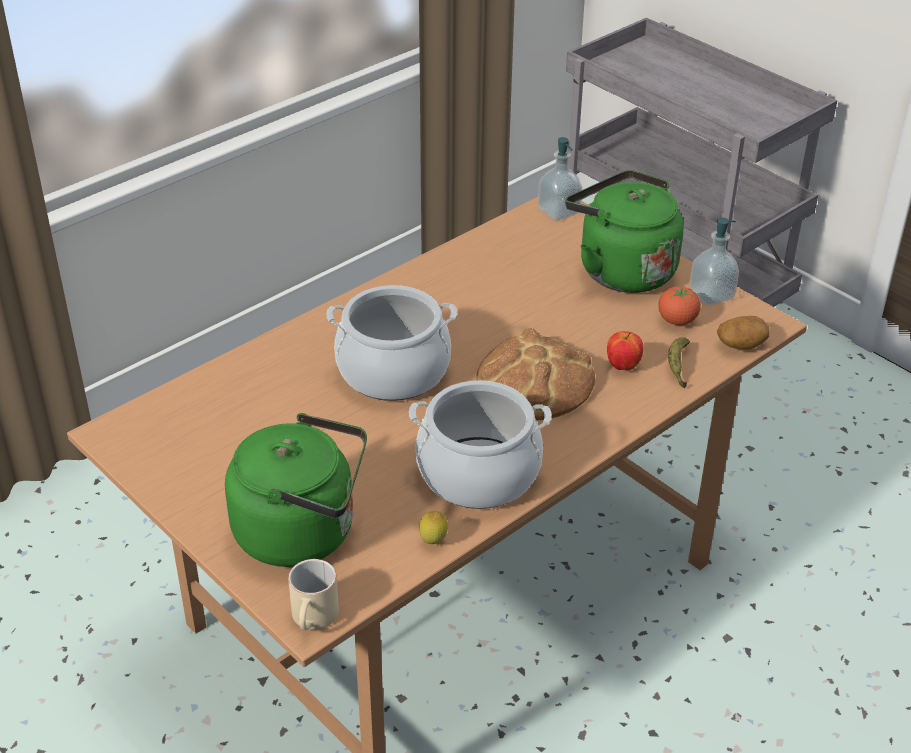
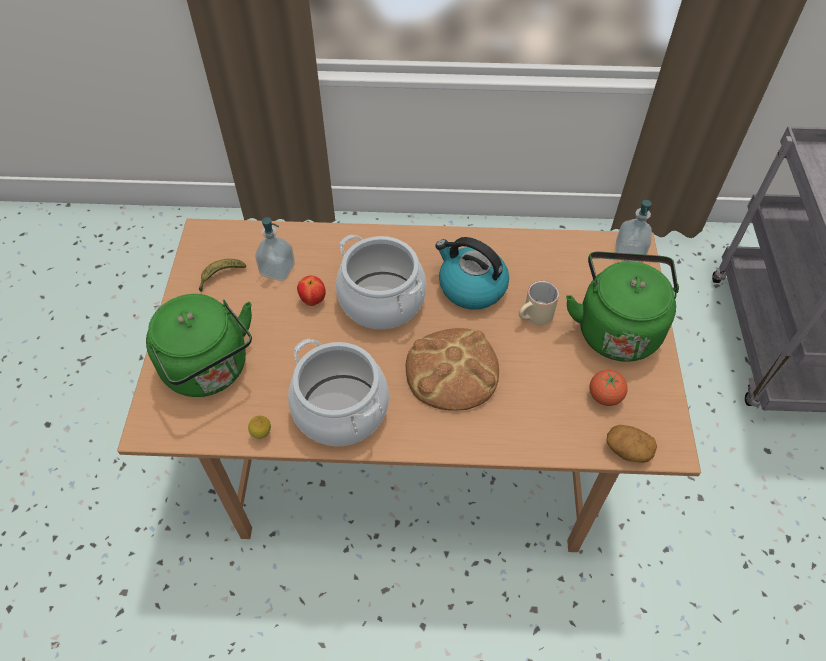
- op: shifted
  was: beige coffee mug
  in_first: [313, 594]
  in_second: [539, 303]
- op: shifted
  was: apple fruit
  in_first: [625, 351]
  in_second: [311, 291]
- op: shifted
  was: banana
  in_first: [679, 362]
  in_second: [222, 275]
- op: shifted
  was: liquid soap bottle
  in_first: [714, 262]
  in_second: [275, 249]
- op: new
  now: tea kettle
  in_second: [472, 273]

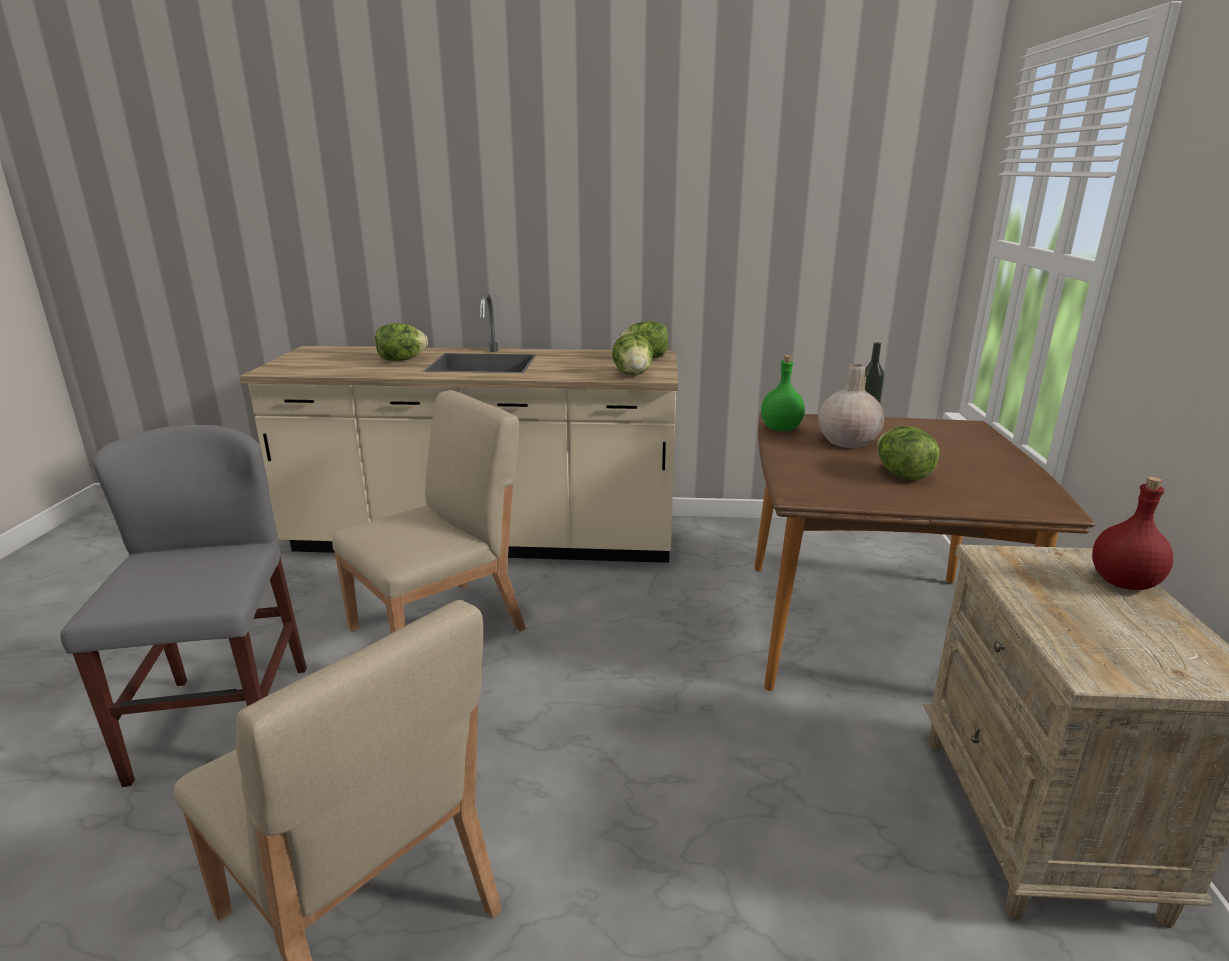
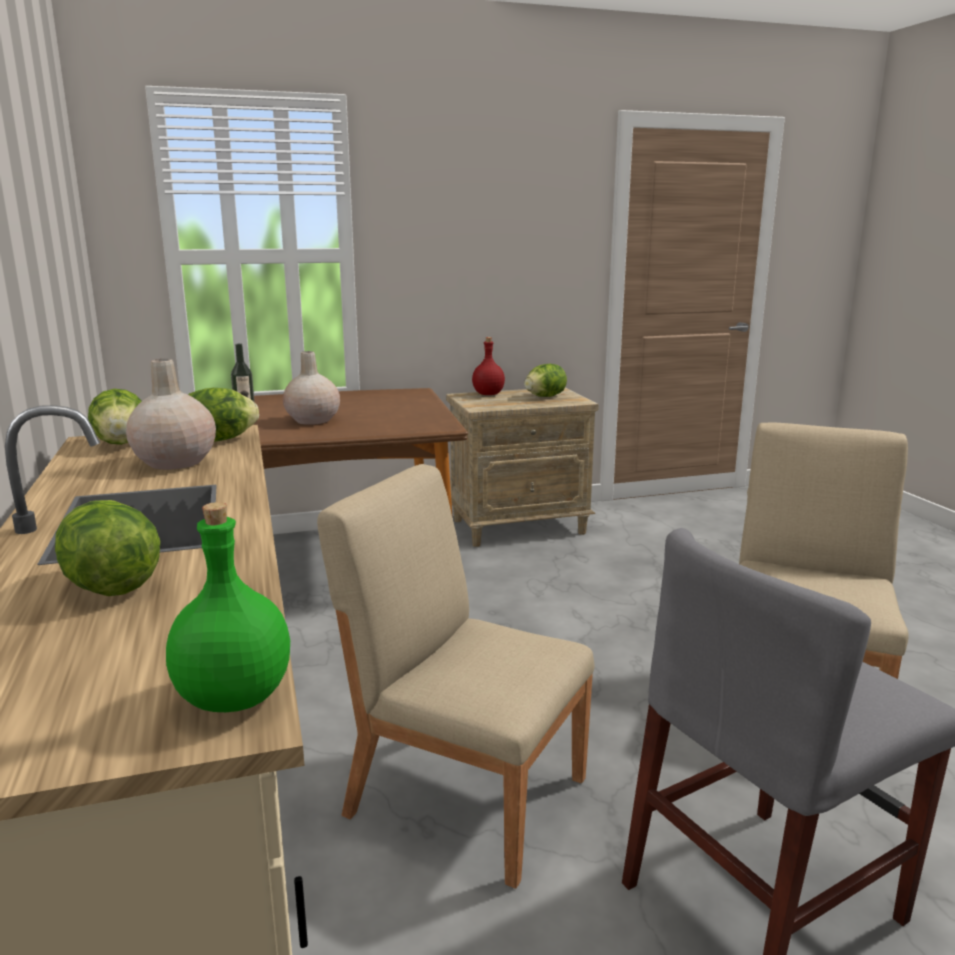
- op: shifted
  was: green beverage bottle
  in_first: [783, 393]
  in_second: [228, 607]
- op: shifted
  was: head of lettuce
  in_first: [908, 453]
  in_second: [545, 380]
- op: new
  now: beige flower vase
  in_second: [171, 414]

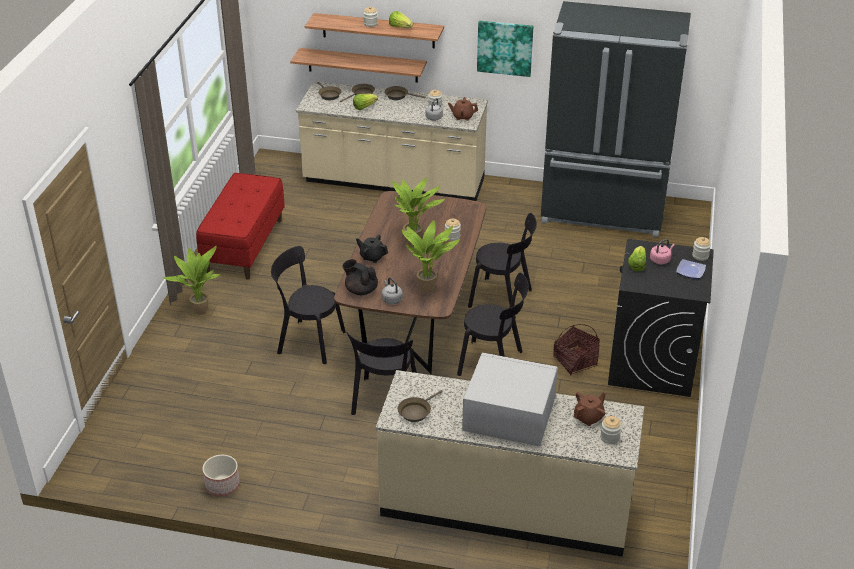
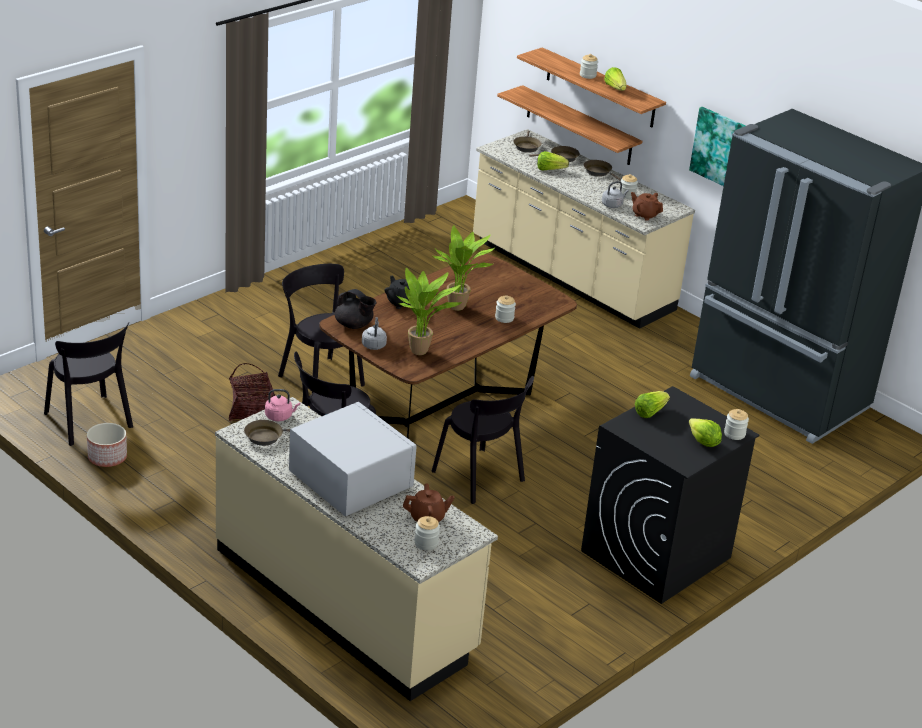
- op: gone
  was: plant in a pot
  in_first: [192, 280]
- op: gone
  was: reddish bench
  in_first: [240, 226]
- op: rotated
  was: blackish teapot
  in_first: [360, 277]
  in_second: [355, 309]
  clockwise: 150
- op: shifted
  was: blackish upright chair
  in_first: [502, 266]
  in_second: [88, 384]
- op: shifted
  was: storage basket
  in_first: [576, 350]
  in_second: [252, 392]
- op: shifted
  was: pink-coloured tea kettle
  in_first: [662, 251]
  in_second: [282, 405]
- op: swapped
  was: dinner plate
  now: head of lettuce
  in_first: [691, 269]
  in_second: [705, 432]

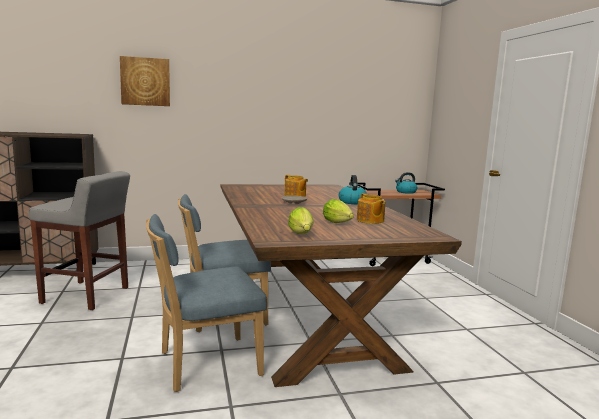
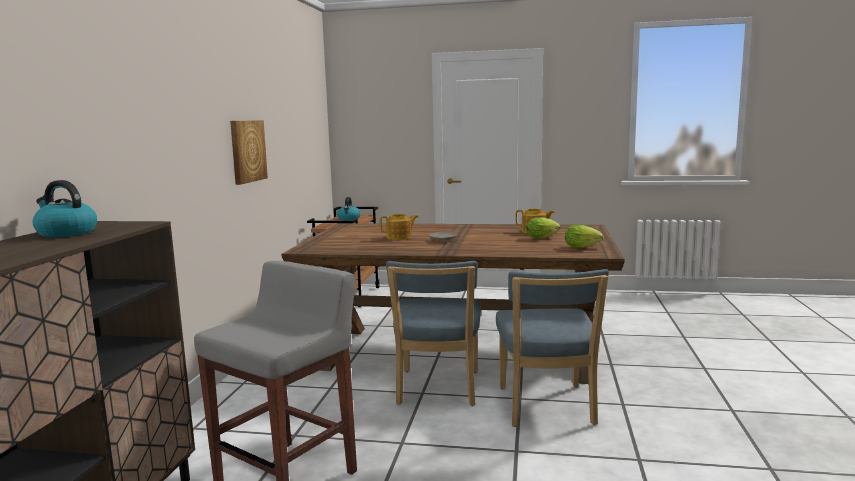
- op: shifted
  was: wall art
  in_first: [145, 81]
  in_second: [249, 152]
- op: shifted
  was: tea kettle
  in_first: [353, 189]
  in_second: [64, 208]

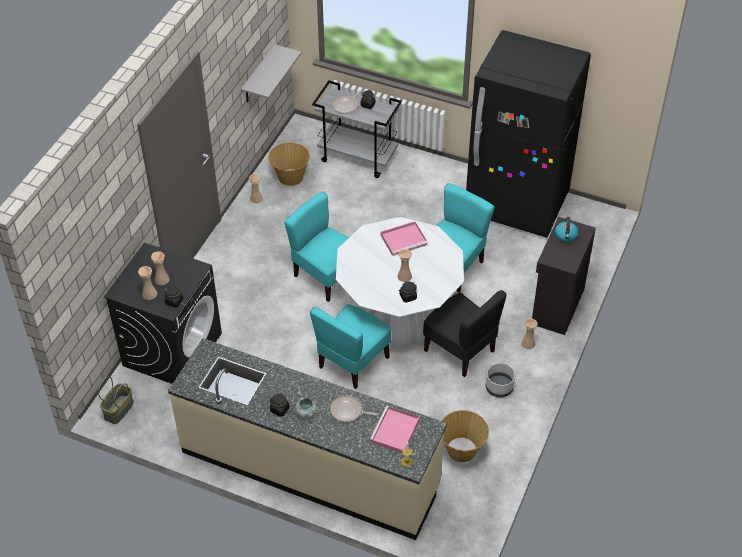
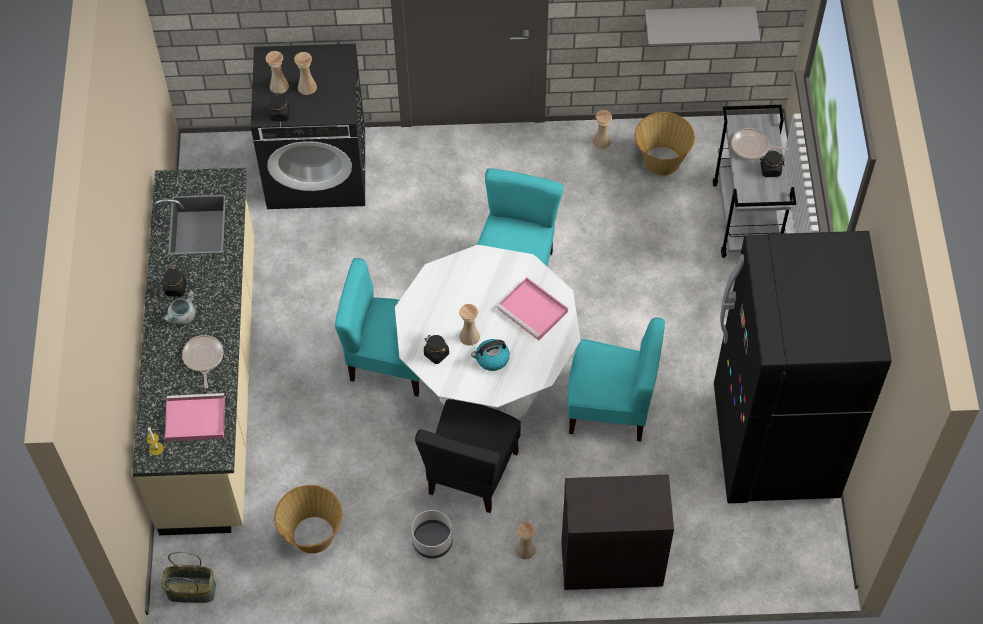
- op: shifted
  was: storage basket
  in_first: [116, 400]
  in_second: [188, 577]
- op: shifted
  was: tea kettle
  in_first: [567, 229]
  in_second: [490, 355]

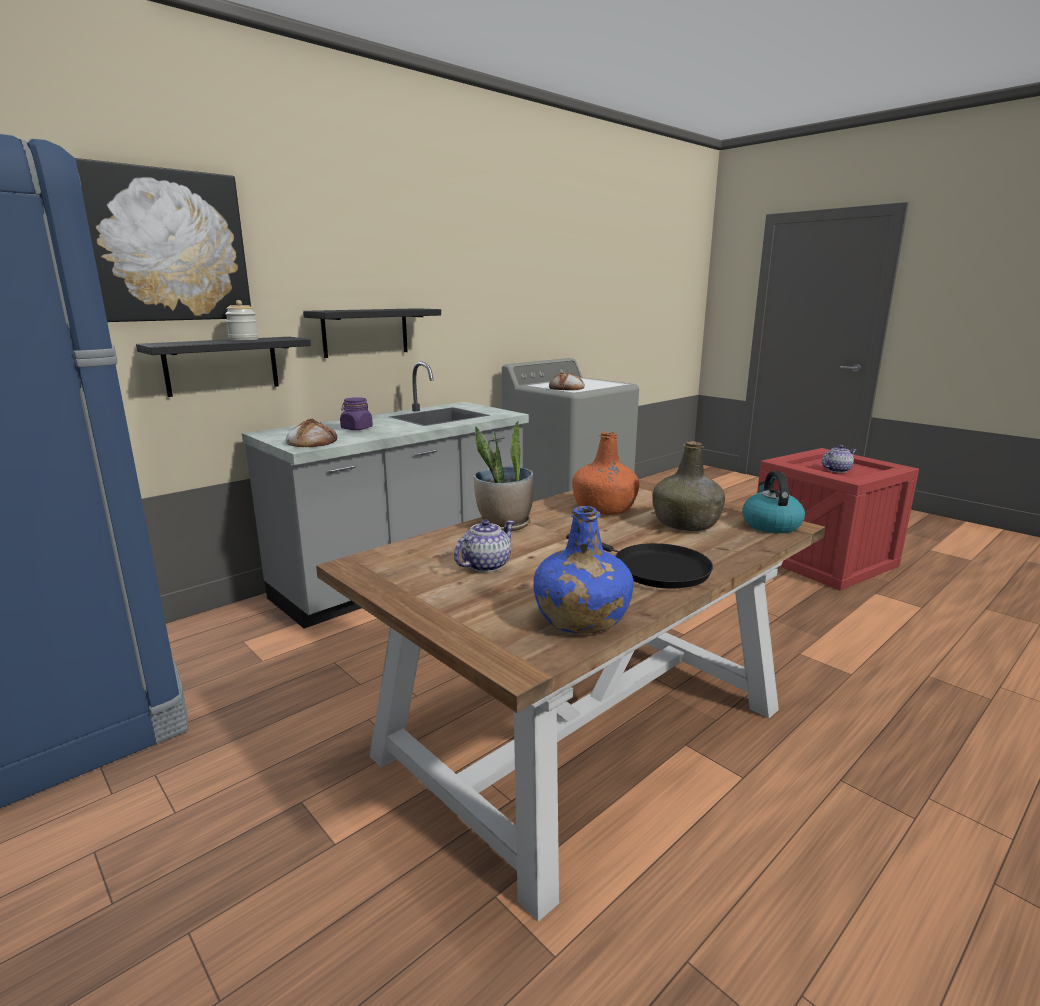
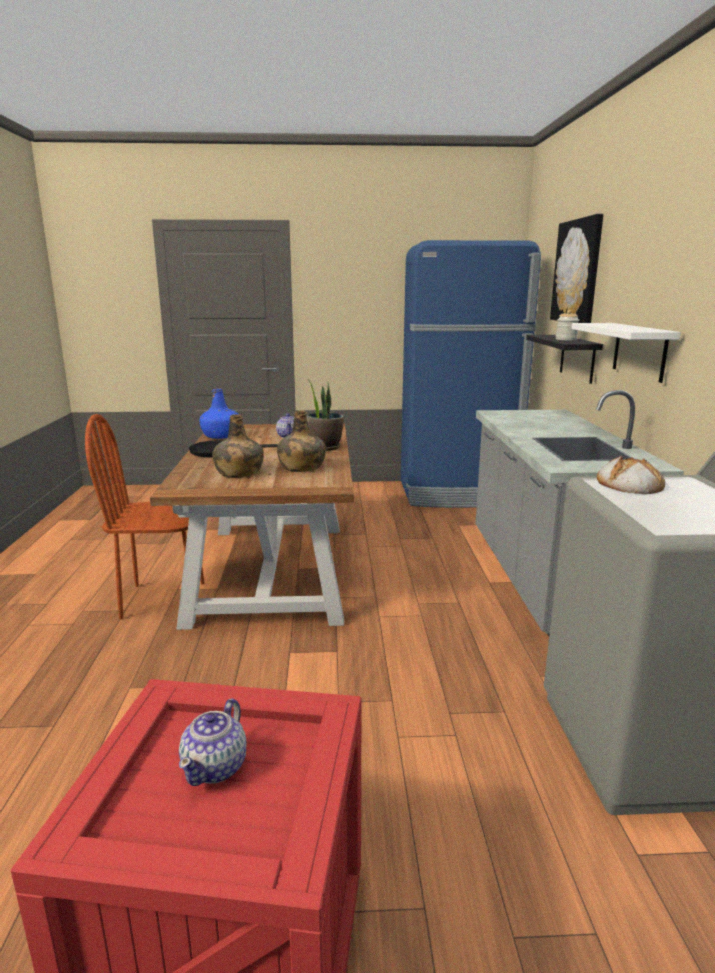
- op: gone
  was: bakery bread
  in_first: [311, 433]
- op: repainted
  was: blackish bracket shelf
  now: white-coloured bracket shelf
  in_first: [372, 333]
  in_second: [626, 353]
- op: gone
  was: purple-coloured preserve jar
  in_first: [356, 413]
- op: repainted
  was: orange beverage bottle
  now: green beverage bottle
  in_first: [605, 473]
  in_second: [301, 441]
- op: gone
  was: tea kettle
  in_first: [773, 502]
- op: new
  now: brown upright chair
  in_second: [145, 517]

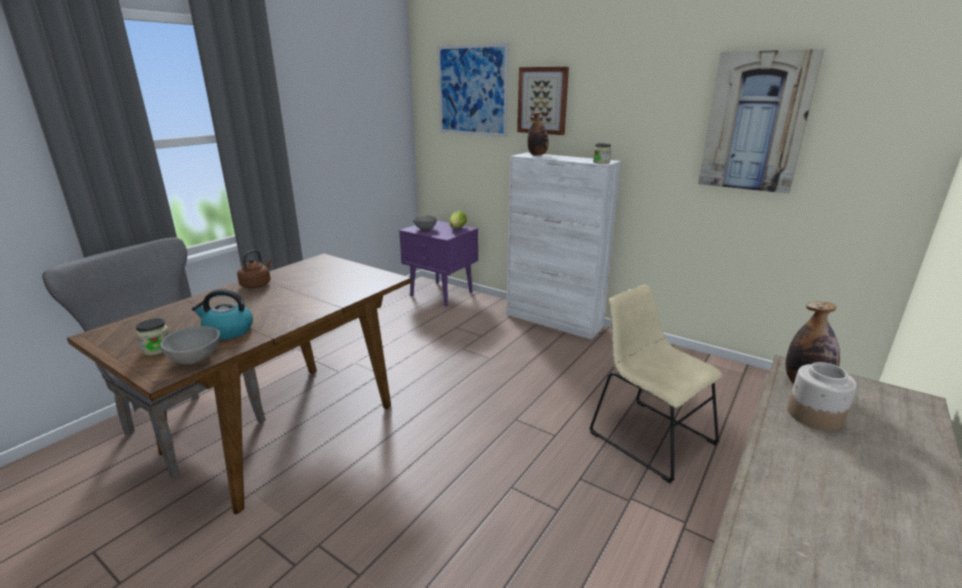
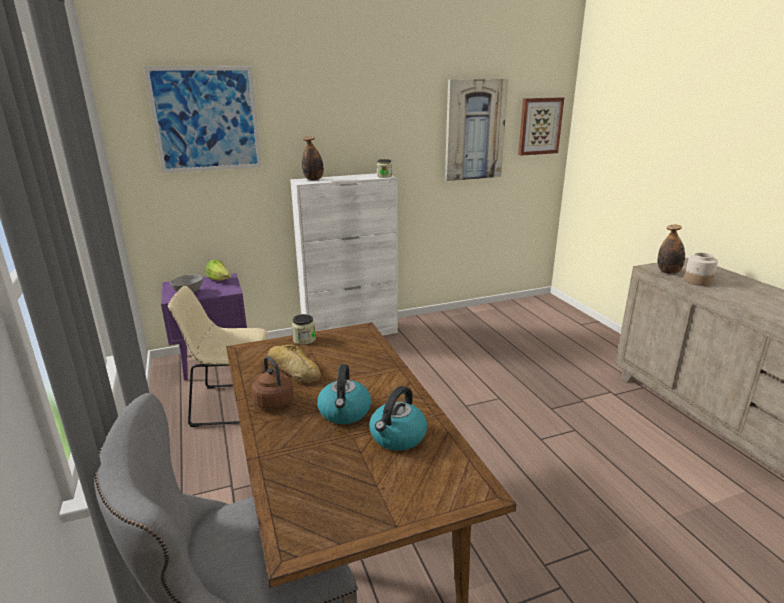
- op: shifted
  was: preserve jar
  in_first: [152, 336]
  in_second: [304, 329]
- op: gone
  was: grey bowl
  in_first: [190, 345]
- op: shifted
  was: wall art
  in_first: [543, 101]
  in_second: [541, 126]
- op: shifted
  was: beige upright chair
  in_first: [655, 384]
  in_second: [218, 356]
- op: new
  now: bakery bread
  in_second: [294, 364]
- op: new
  now: tea kettle
  in_second: [344, 394]

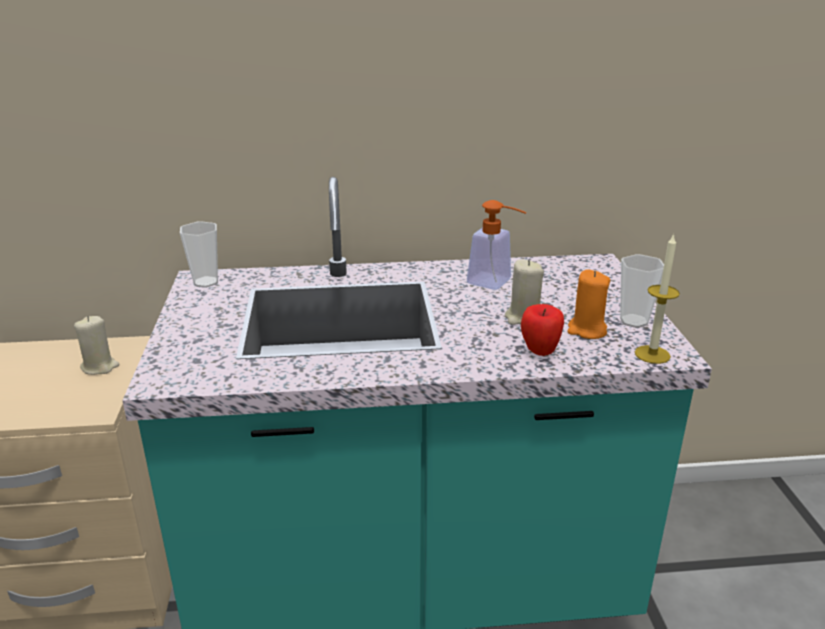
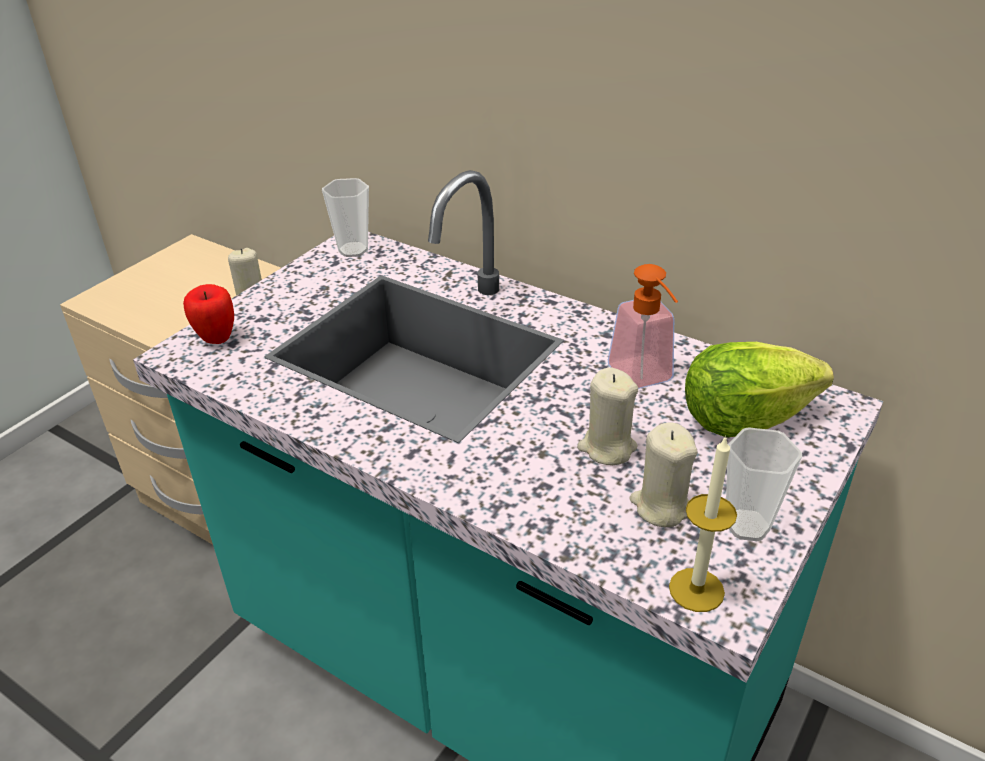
- op: shifted
  was: apple fruit
  in_first: [542, 330]
  in_second: [208, 314]
- op: repainted
  was: orange candle
  now: beige candle
  in_first: [589, 304]
  in_second: [664, 475]
- op: new
  now: head of lettuce
  in_second: [759, 389]

